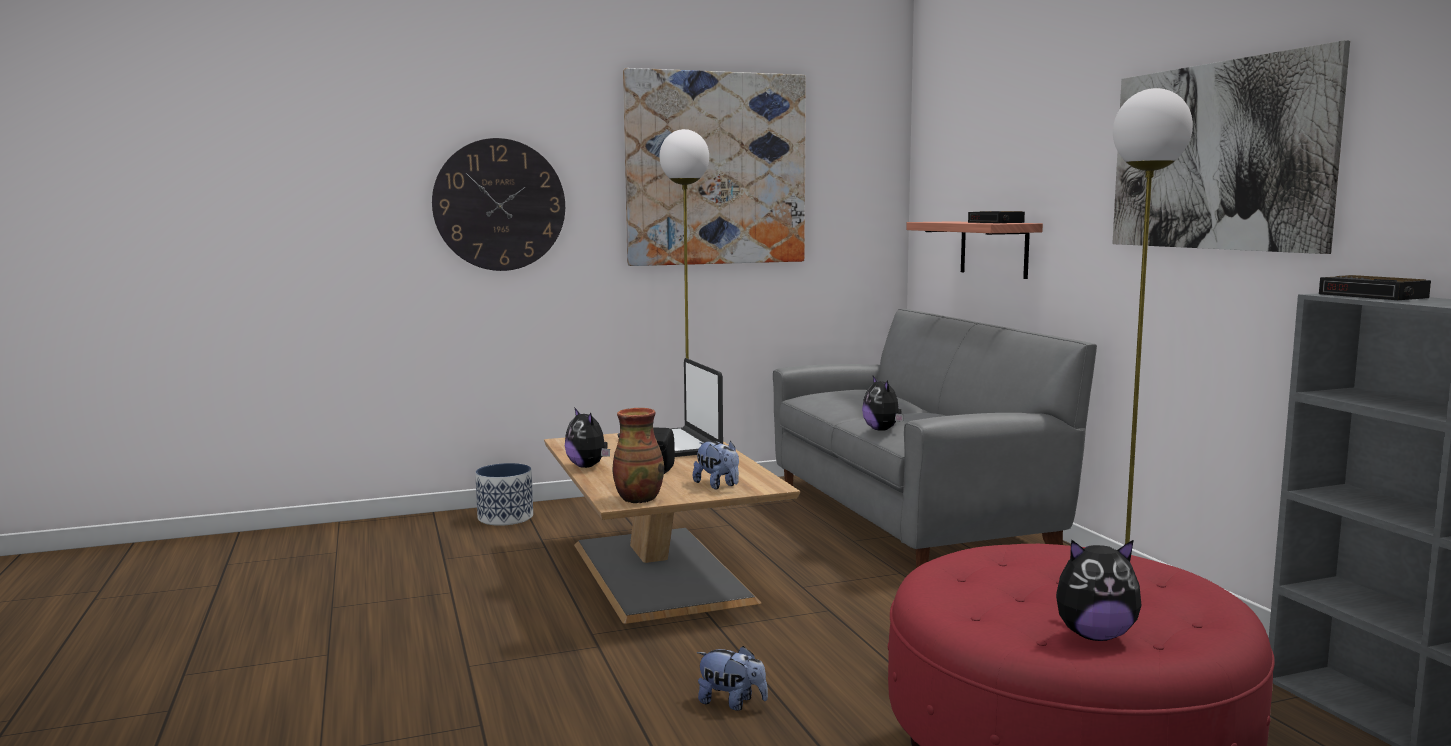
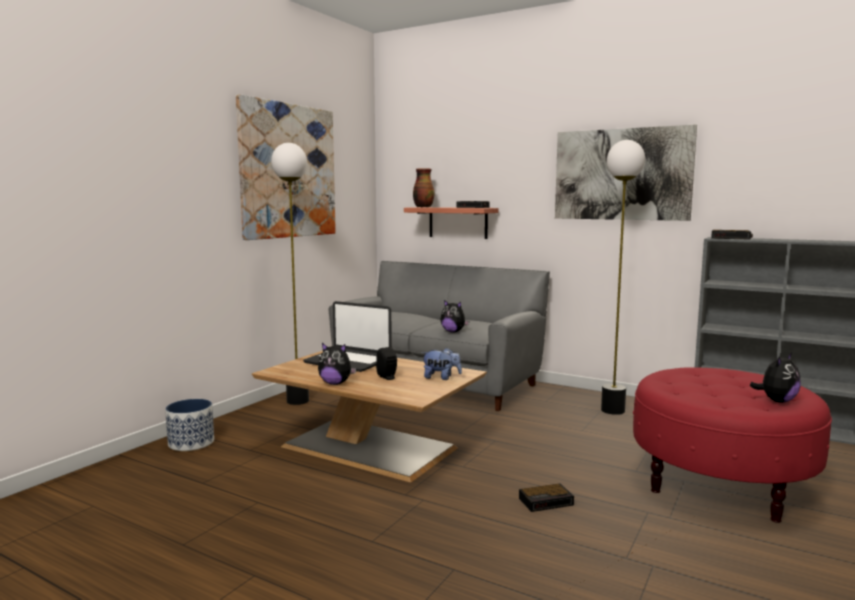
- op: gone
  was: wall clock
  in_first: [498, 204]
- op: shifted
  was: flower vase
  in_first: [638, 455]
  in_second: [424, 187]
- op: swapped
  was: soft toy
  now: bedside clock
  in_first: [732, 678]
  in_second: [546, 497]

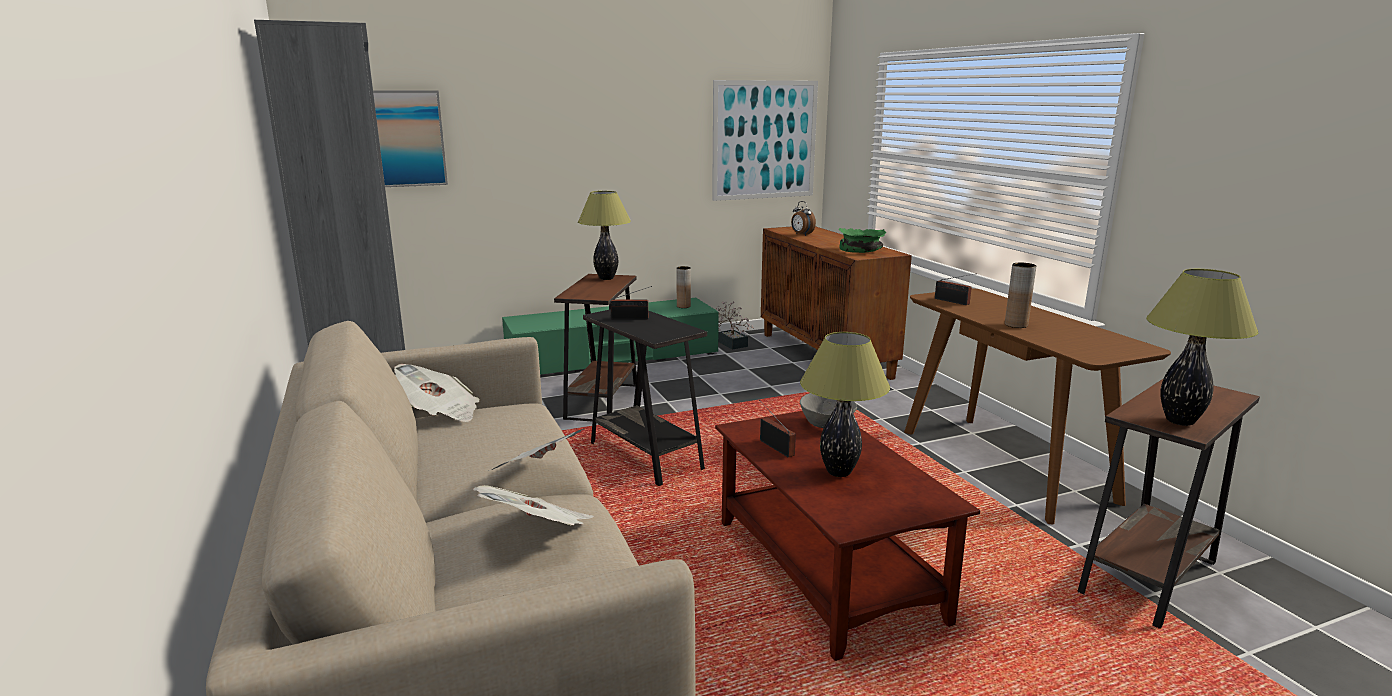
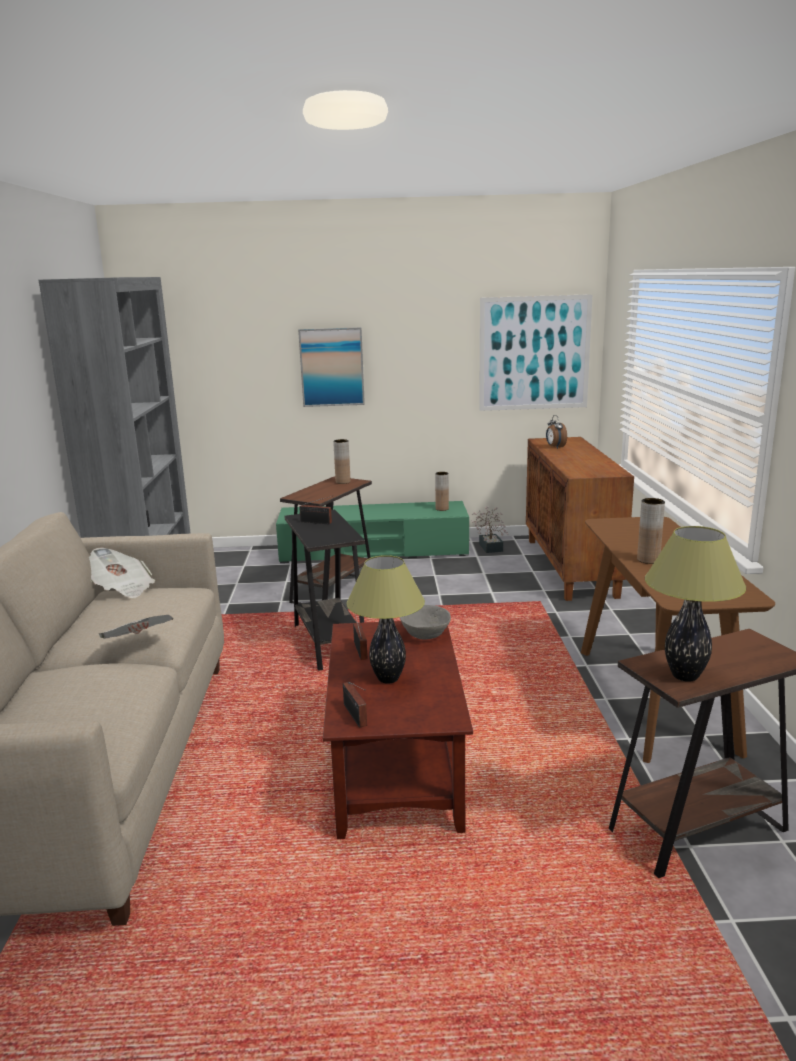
- op: shifted
  was: wall art
  in_first: [410, 138]
  in_second: [331, 367]
- op: gone
  was: daily paper
  in_first: [533, 505]
- op: swapped
  was: lamp for a table
  now: brown flower vase
  in_first: [604, 235]
  in_second: [342, 461]
- op: gone
  was: green bowl
  in_first: [862, 240]
- op: shifted
  was: radio set
  in_first: [954, 289]
  in_second: [355, 705]

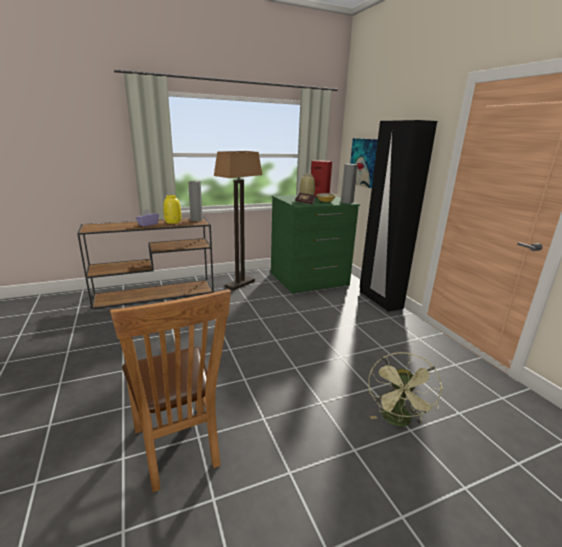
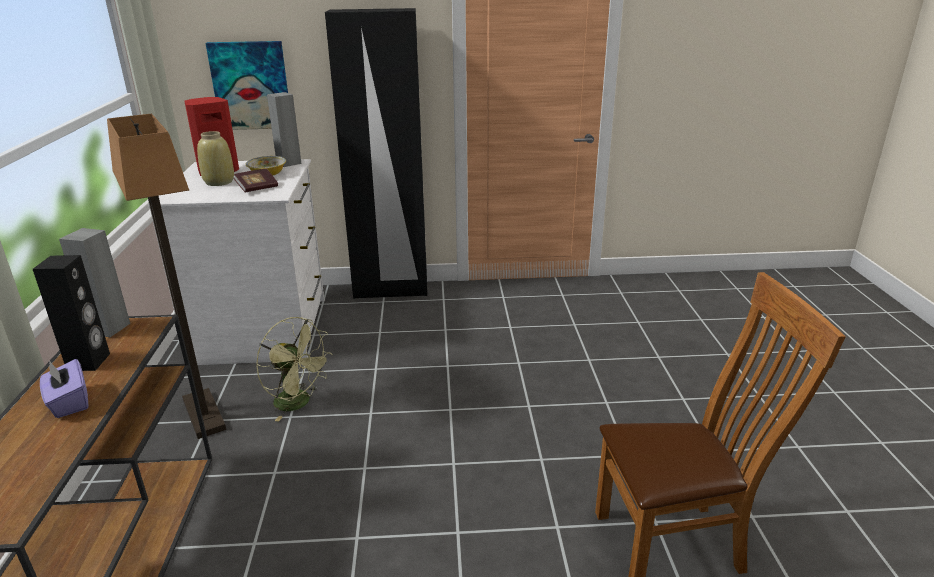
- op: swapped
  was: yellow flower vase
  now: blackish speaker
  in_first: [172, 209]
  in_second: [71, 313]
- op: repainted
  was: green chest of drawers
  now: white-coloured chest of drawers
  in_first: [315, 244]
  in_second: [236, 262]
- op: shifted
  was: green fan
  in_first: [405, 389]
  in_second: [294, 369]

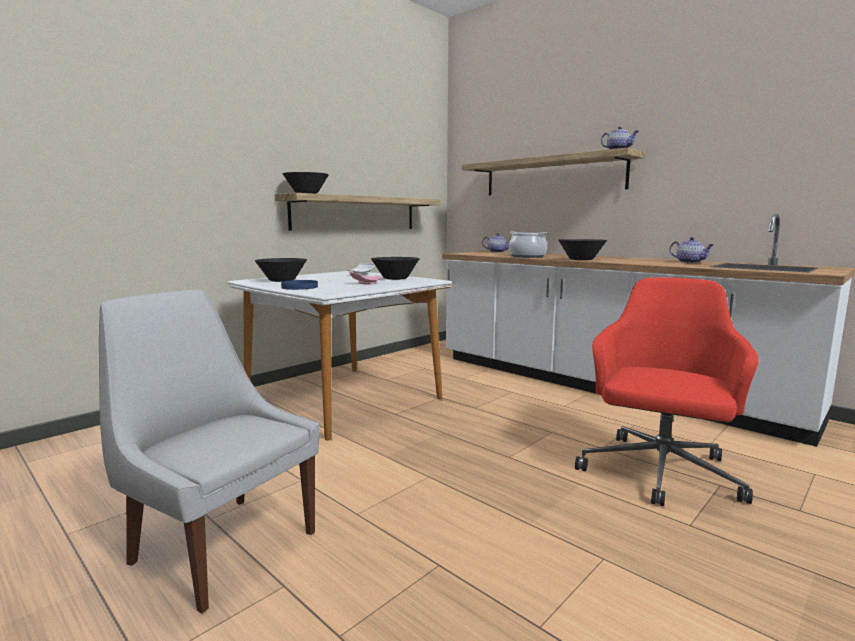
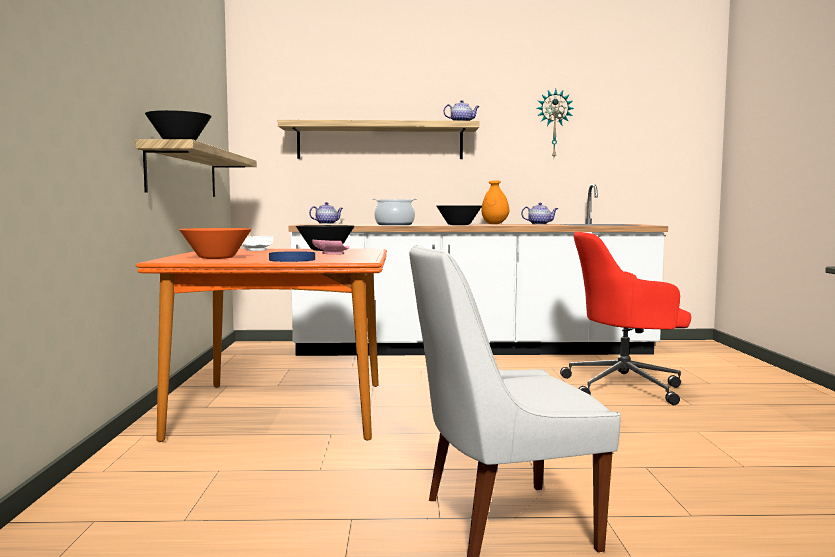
- op: repainted
  was: white-coloured dinner table
  now: orange dinner table
  in_first: [339, 355]
  in_second: [261, 345]
- op: repainted
  was: blackish bowl
  now: orange bowl
  in_first: [280, 270]
  in_second: [215, 243]
- op: rotated
  was: reddish office chair
  in_first: [667, 391]
  in_second: [625, 318]
  clockwise: -75
- op: new
  now: orange flower vase
  in_second: [495, 202]
- op: new
  now: wall clock
  in_second: [555, 123]

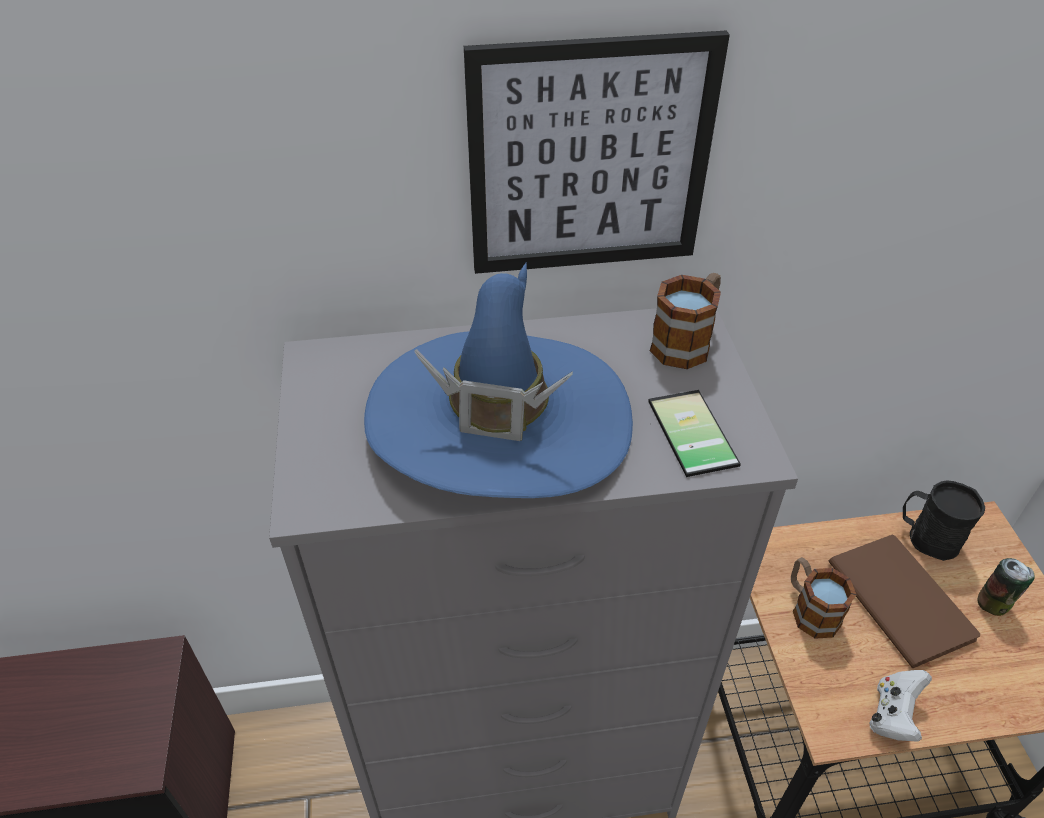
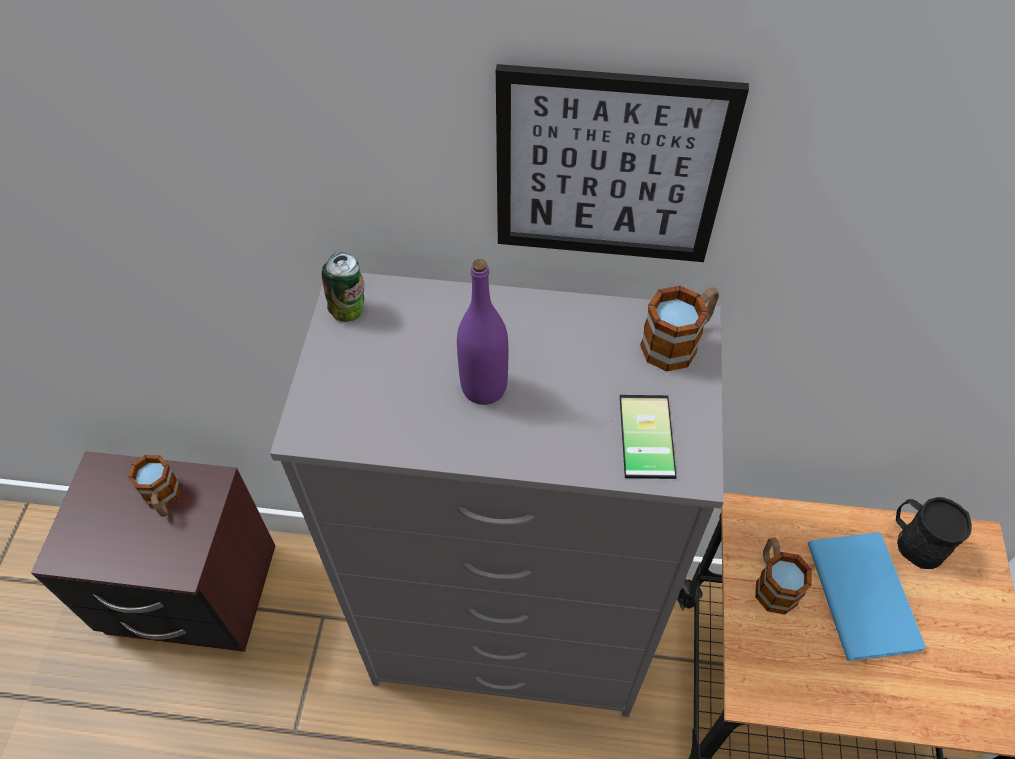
- op: swapped
  was: blue-coloured hat
  now: purple-coloured beverage bottle
  in_first: [498, 380]
  in_second: [482, 332]
- op: repainted
  was: brown book
  now: blue-coloured book
  in_first: [904, 601]
  in_second: [867, 596]
- op: gone
  was: white-coloured gamepad
  in_first: [901, 706]
- op: shifted
  was: sealed can
  in_first: [1006, 587]
  in_second: [343, 287]
- op: new
  now: coffee mug
  in_second: [155, 486]

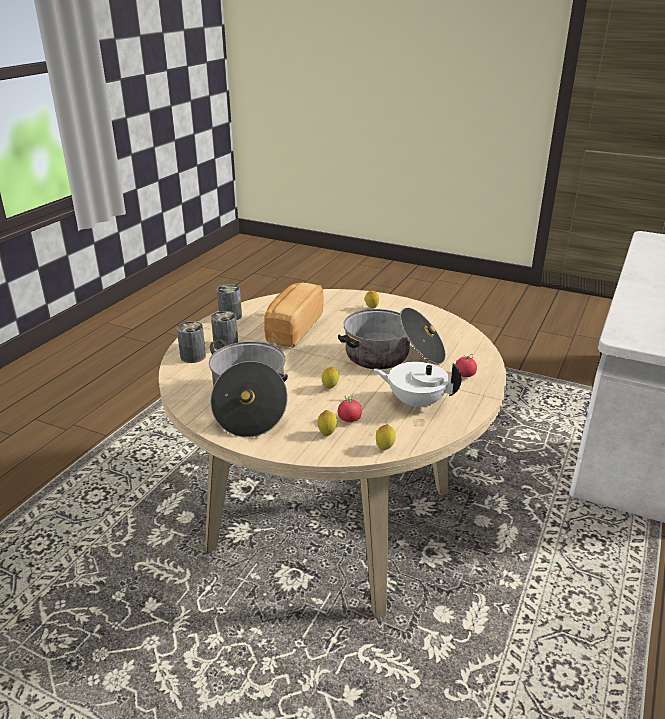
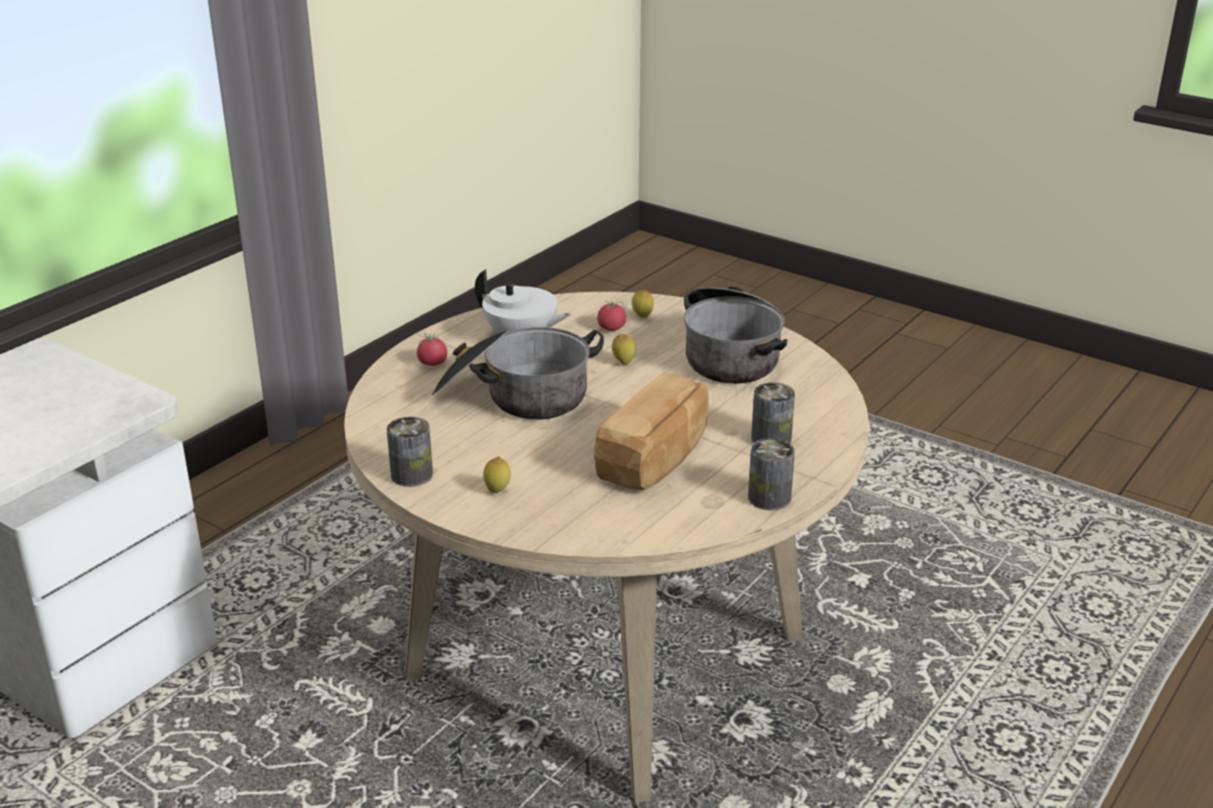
- op: shifted
  was: sealed can
  in_first: [191, 342]
  in_second: [410, 452]
- op: gone
  was: citrus fruit
  in_first: [386, 437]

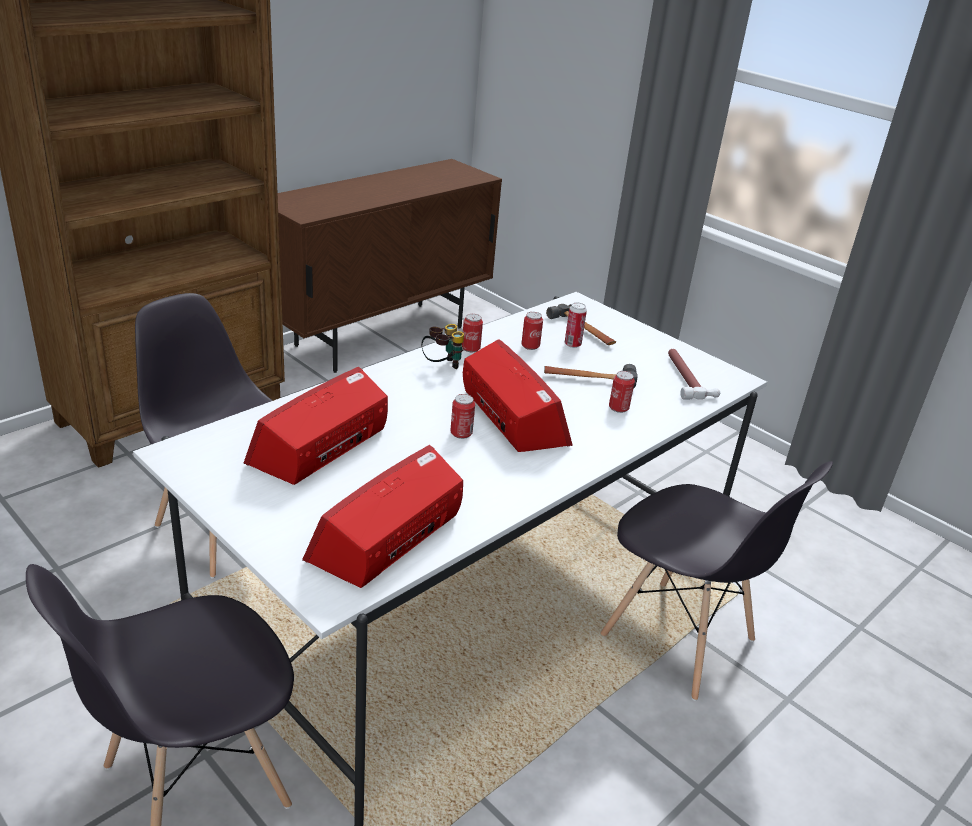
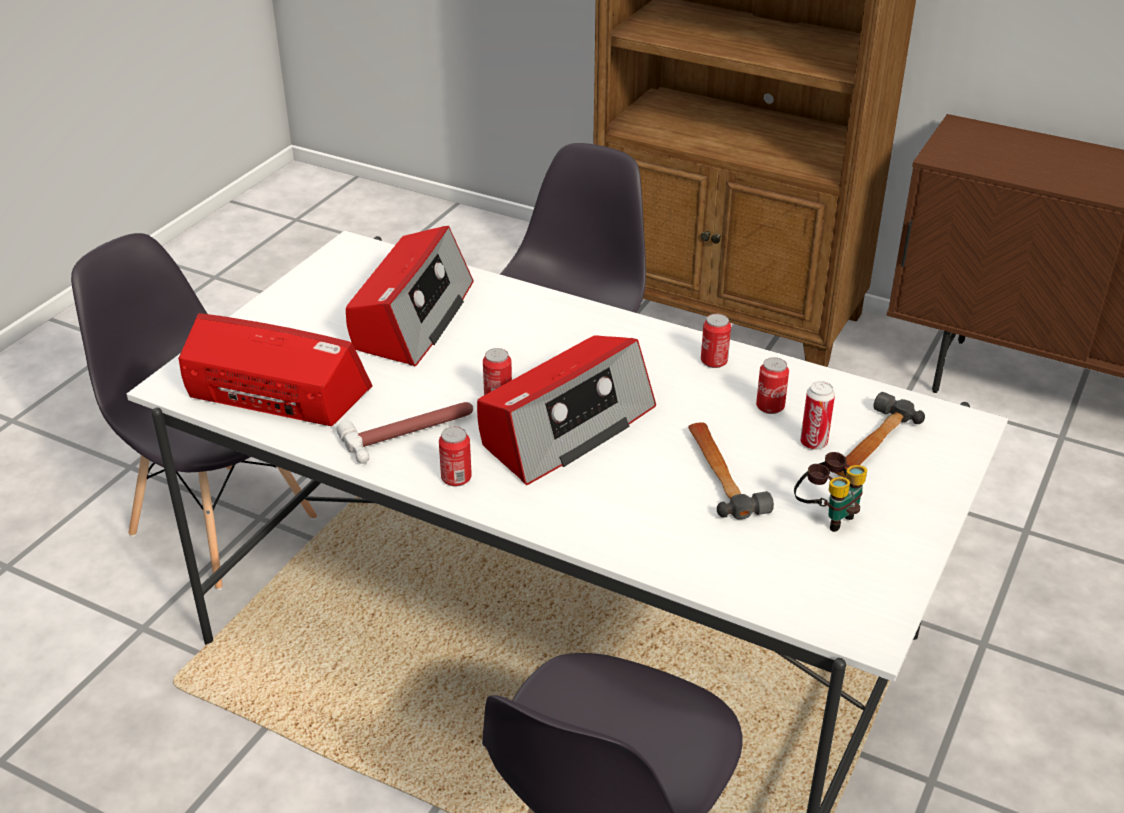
- op: rotated
  was: radio set
  in_first: [316, 426]
  in_second: [409, 296]
  clockwise: 90
- op: shifted
  was: pair of binoculars
  in_first: [442, 346]
  in_second: [830, 492]
- op: shifted
  was: sealed can
  in_first: [622, 392]
  in_second: [455, 457]
- op: shifted
  was: hammer
  in_first: [694, 374]
  in_second: [405, 433]

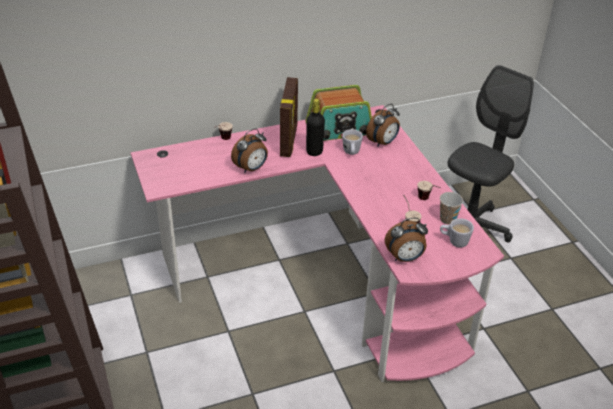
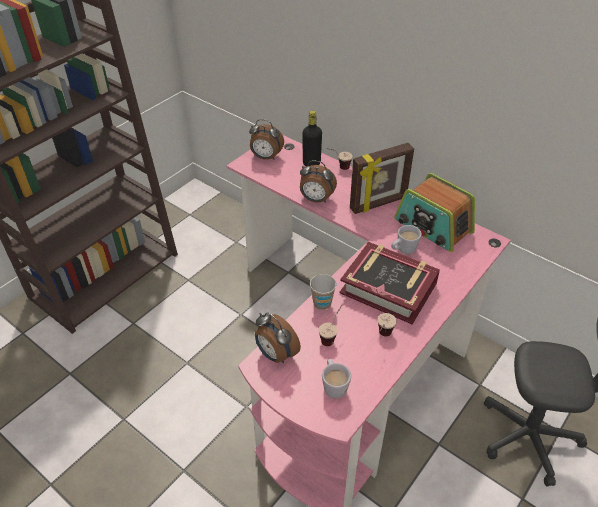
- op: shifted
  was: blackish beverage bottle
  in_first: [315, 127]
  in_second: [312, 138]
- op: shifted
  was: bedside clock
  in_first: [383, 125]
  in_second: [266, 139]
- op: shifted
  was: small cup
  in_first: [451, 208]
  in_second: [323, 292]
- op: new
  now: book
  in_second: [390, 283]

